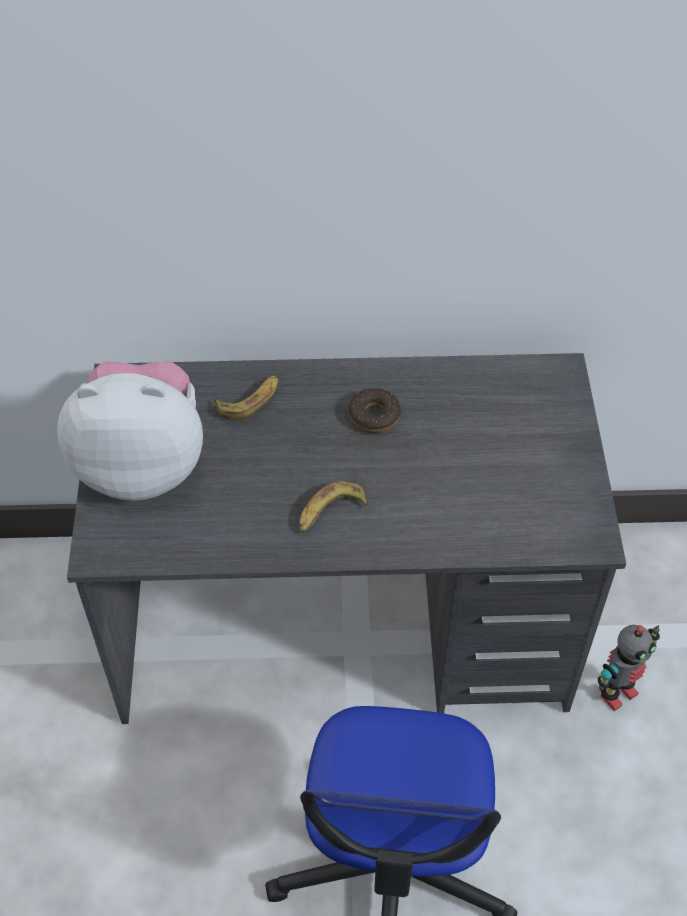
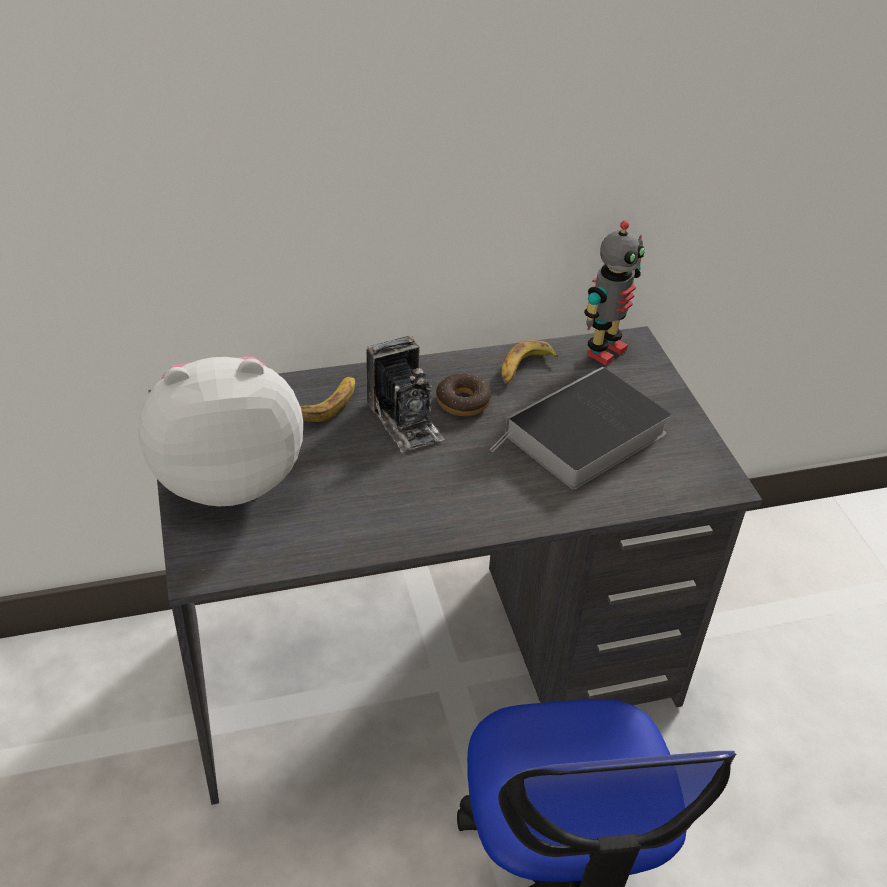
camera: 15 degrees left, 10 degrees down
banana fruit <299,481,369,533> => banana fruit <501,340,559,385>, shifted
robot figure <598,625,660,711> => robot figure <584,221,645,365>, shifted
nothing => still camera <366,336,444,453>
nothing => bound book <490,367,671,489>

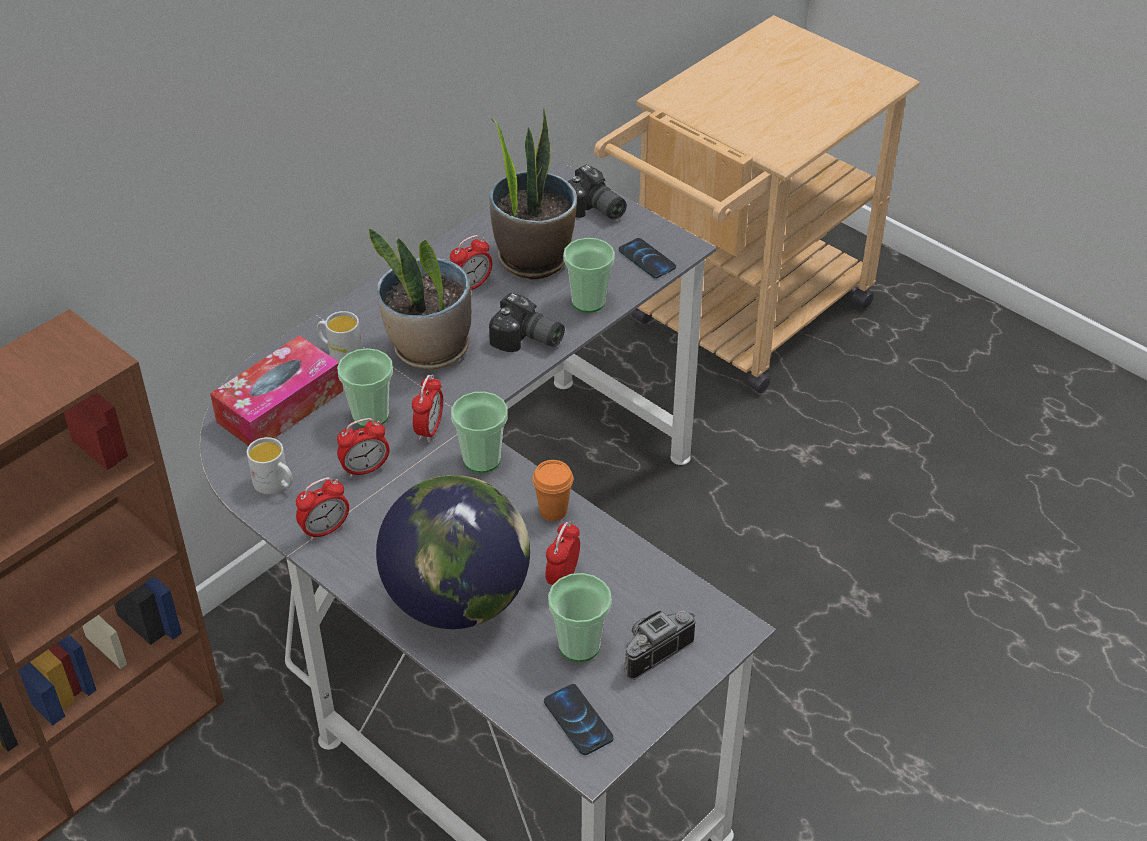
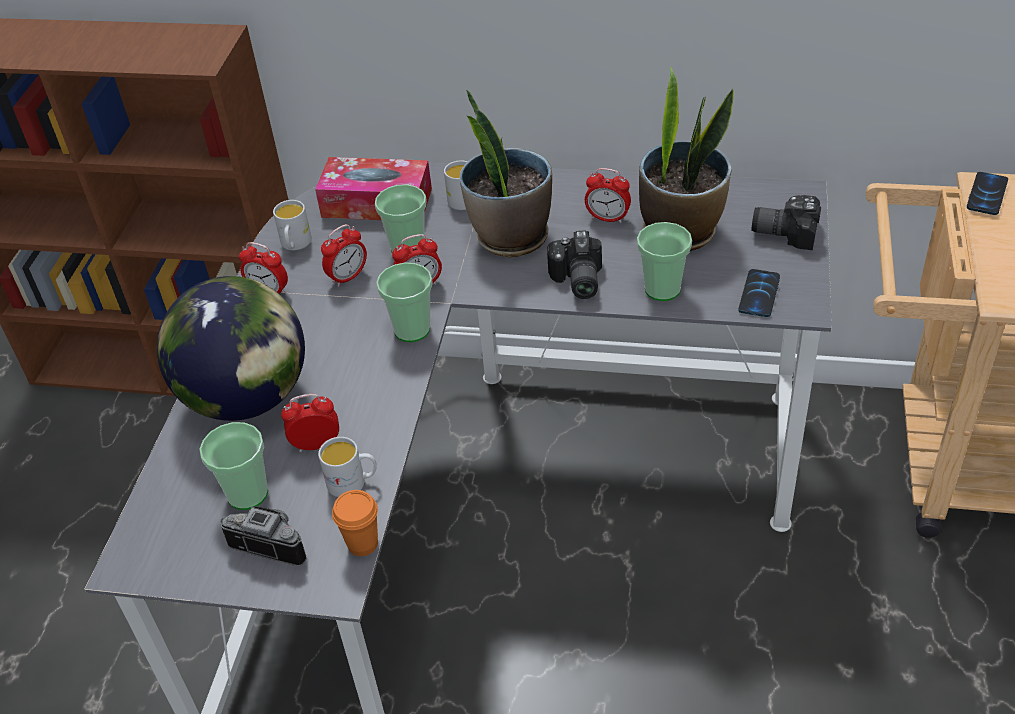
camera: 60 degrees right, 0 degrees up
alarm clock <337,418,390,478> => alarm clock <321,224,367,287>, 75 degrees counterclockwise
orange cup <532,460,573,521> => orange cup <332,490,378,556>, shifted
handset <544,684,614,755> => handset <967,172,1008,215>, shifted
still camera <567,165,627,220> => still camera <751,195,821,250>, 90 degrees clockwise
nothing => white coffee mug <318,437,377,497>

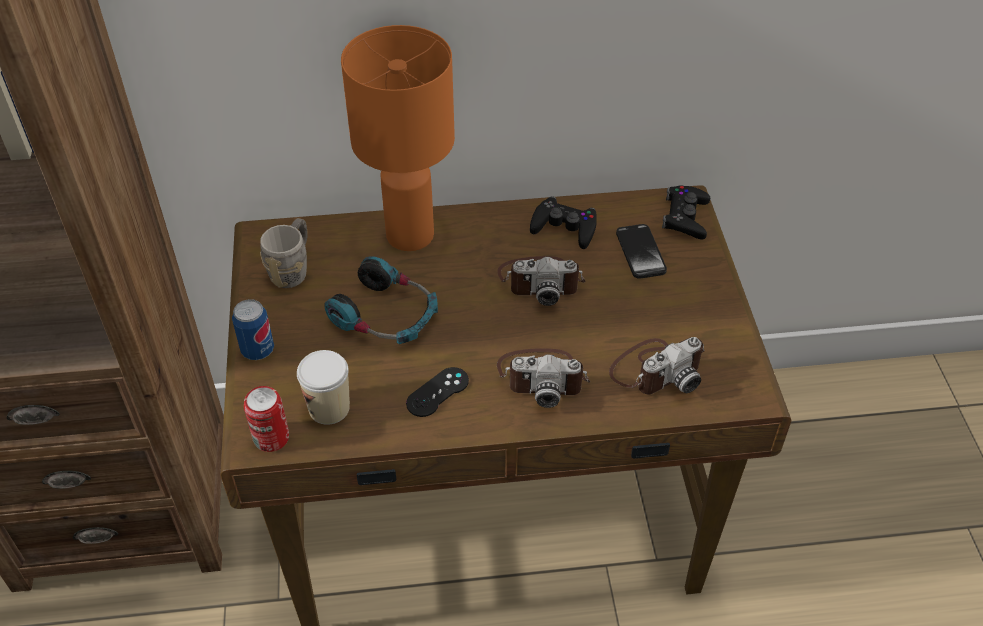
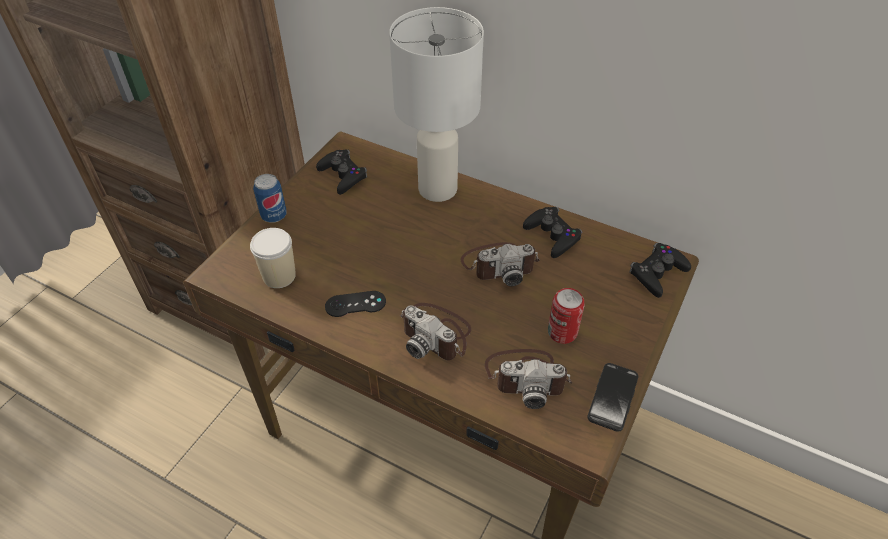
camera: 35 degrees right, 0 degrees up
sealed can <244,386,289,452> => sealed can <548,288,585,344>, shifted
grey coffee mug <260,218,308,288> => blackish joypad <316,149,367,195>
headset <324,256,438,344> => nothing
orange tabletop lamp <341,25,455,251> => white tabletop lamp <389,7,484,202>
still camera <497,256,585,306> => still camera <461,242,540,286>, 45 degrees counterclockwise
handset <616,224,667,279> => handset <587,363,638,432>, shifted

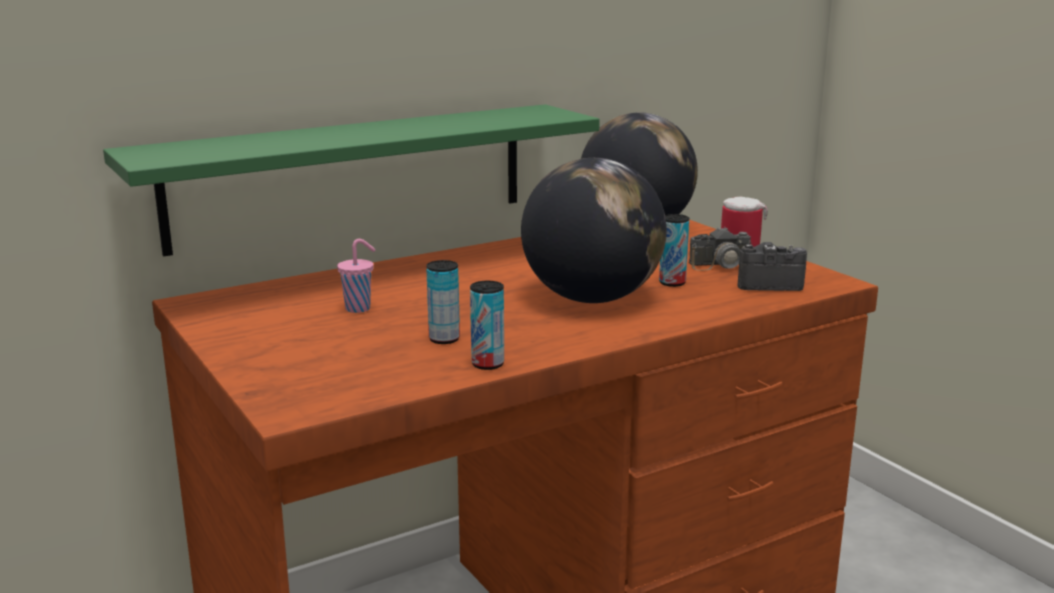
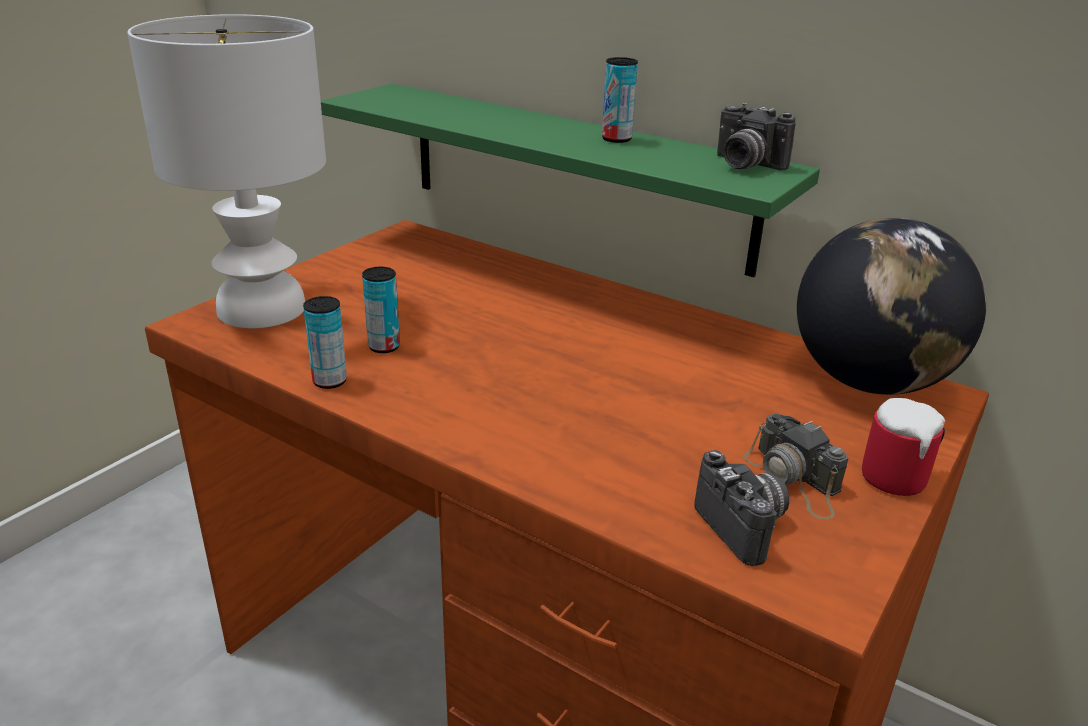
camera: 65 degrees right, 10 degrees up
pinkish cup <337,239,375,313> => nothing
globe <521,158,667,303> => nothing
sealed can <659,214,689,287> => sealed can <602,57,638,143>, shifted
nothing => white tabletop lamp <127,14,326,328>
nothing => still camera <717,103,796,171>

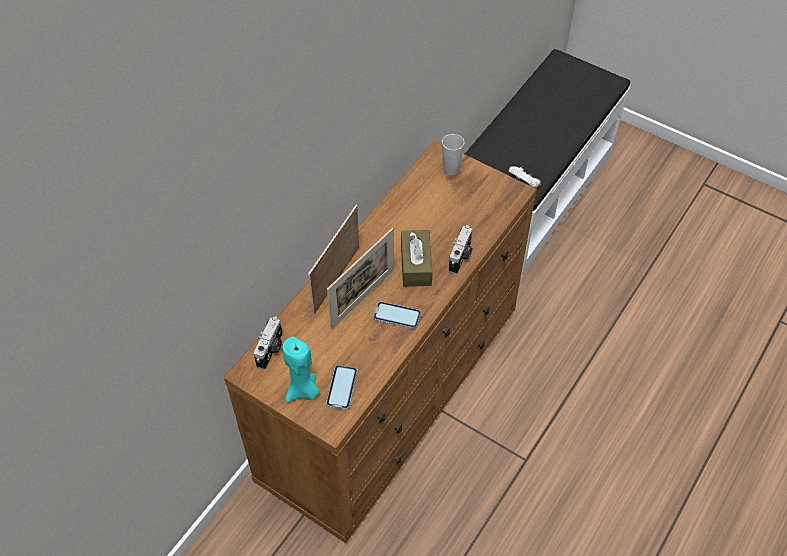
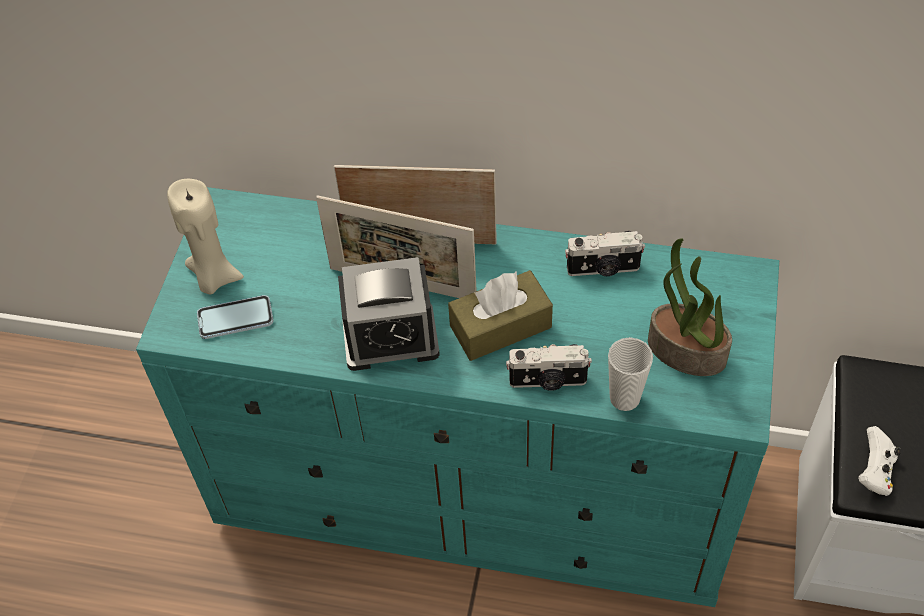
camera: 70 degrees right, 0 degrees up
brown-coloured chest of drawers <224,140,537,543> => blue-green chest of drawers <136,187,779,607>
still camera <254,317,283,370> => still camera <565,231,645,276>, shifted
blue-green wax light <282,337,319,402> => beige wax light <167,179,244,294>
handset <373,301,421,329> => alarm clock <338,257,440,371>
cup <442,134,465,176> => cup <608,337,653,411>, shifted
nothing => potted plant <648,239,732,376>

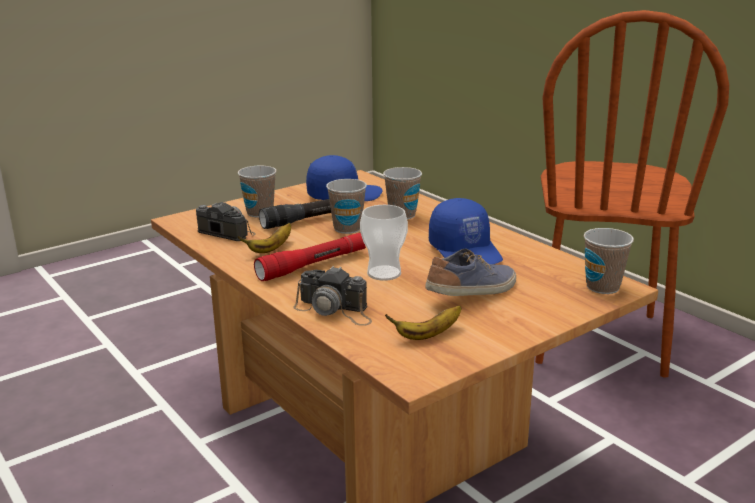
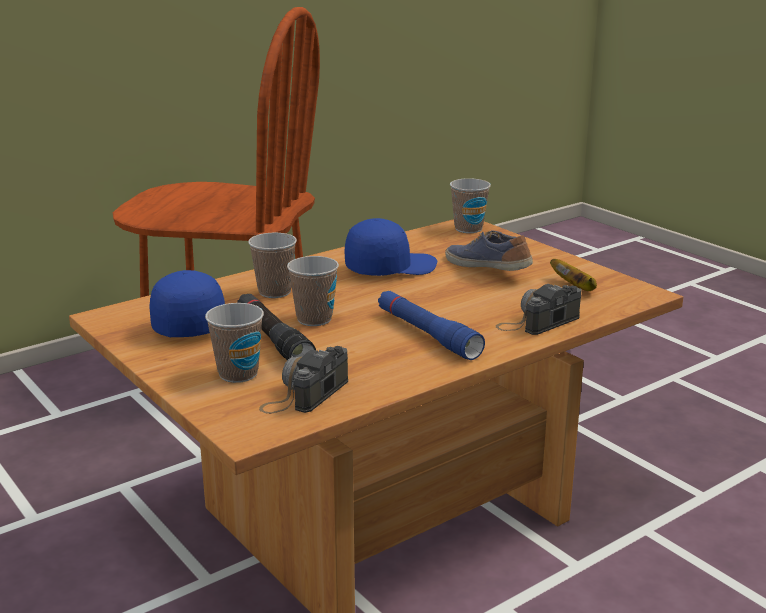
camera: 90 degrees left, 0 degrees up
banana fruit <238,223,291,253> => nothing
red hand torch <254,233,366,281> => bluish hand torch <378,291,485,360>
still camera <293,266,372,326> => still camera <496,284,582,335>, 150 degrees counterclockwise
cup <360,205,408,281> => nothing

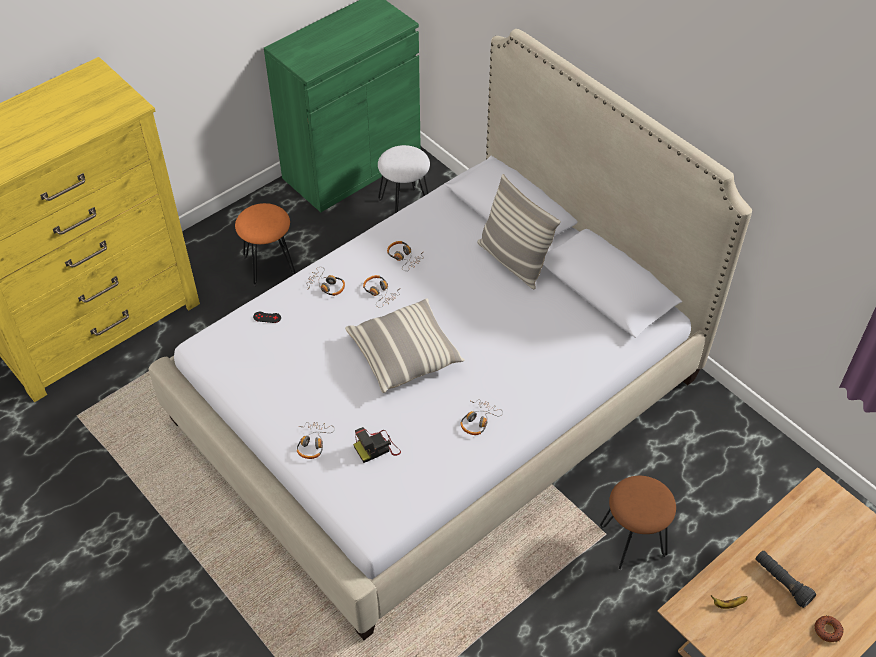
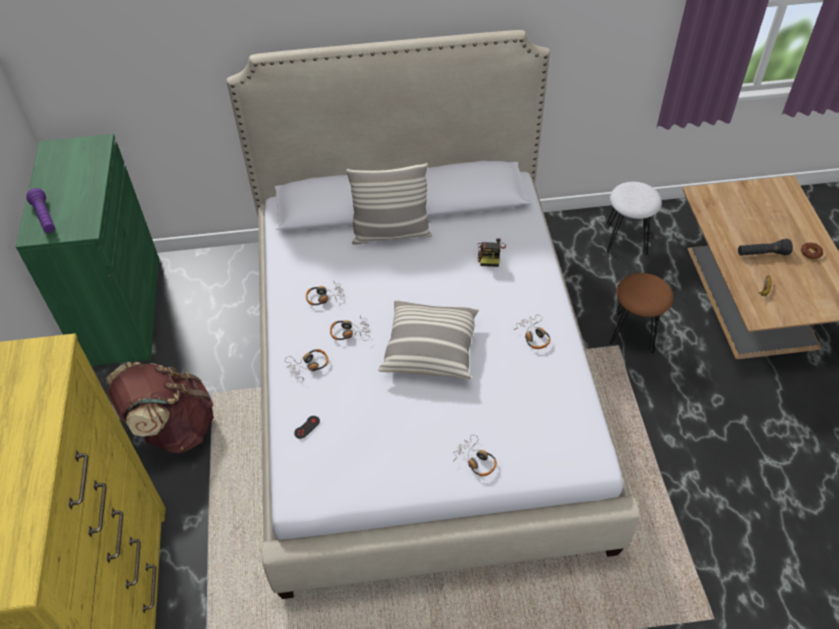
camera: 55 degrees left, 0 degrees up
orange sitting stool <235,203,295,286> => brown-coloured rucksack <106,362,214,454>
still camera <353,427,401,463> => still camera <478,238,506,267>, shifted
white sitting stool <378,145,430,213> => white sitting stool <606,182,662,257>, shifted
nothing => purple-coloured hand torch <26,188,55,233>

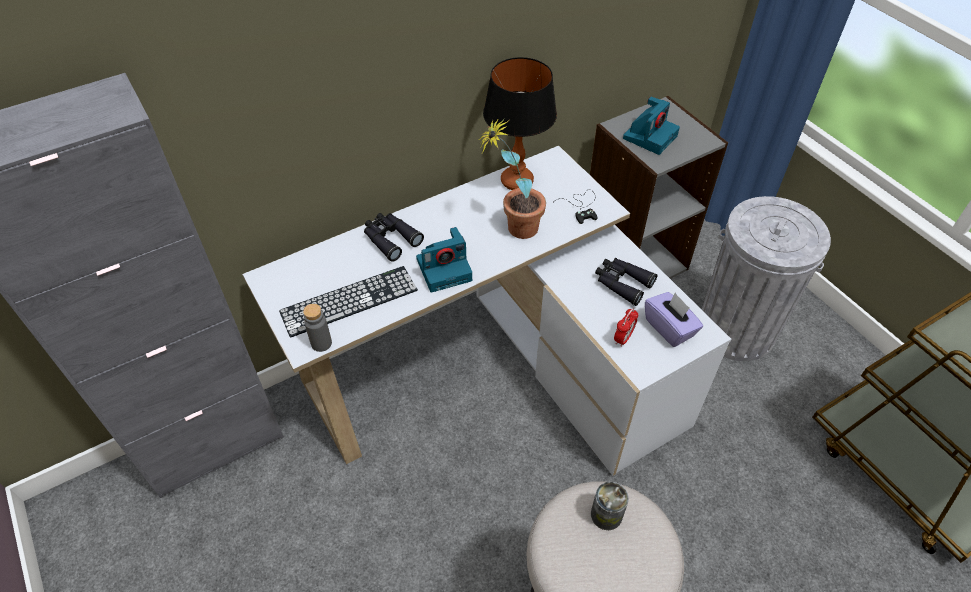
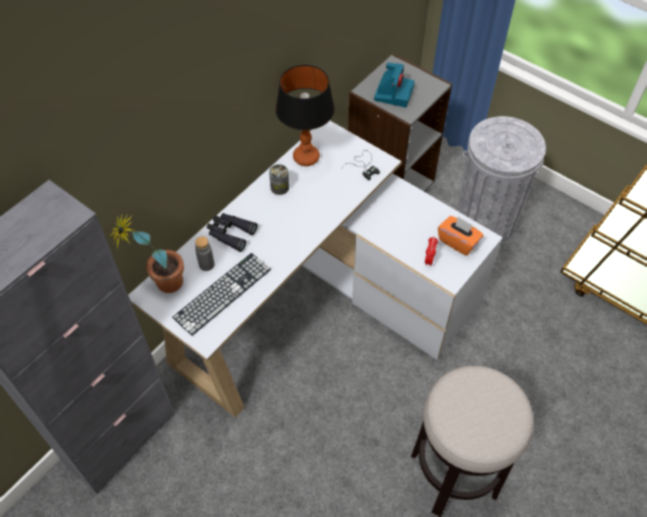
camera: 20 degrees left, 5 degrees up
grey drink bottle <303,304,332,352> => grey drink bottle <195,236,214,271>, shifted
still camera <416,227,472,293> => nothing
potted plant <479,119,546,239> => potted plant <110,215,184,293>, shifted
sealed can <591,482,629,530> => sealed can <269,164,289,195>, shifted
blackish binoculars <595,258,658,306> => nothing
purple-coloured tissue box <645,292,703,347> => orange tissue box <438,216,483,256>

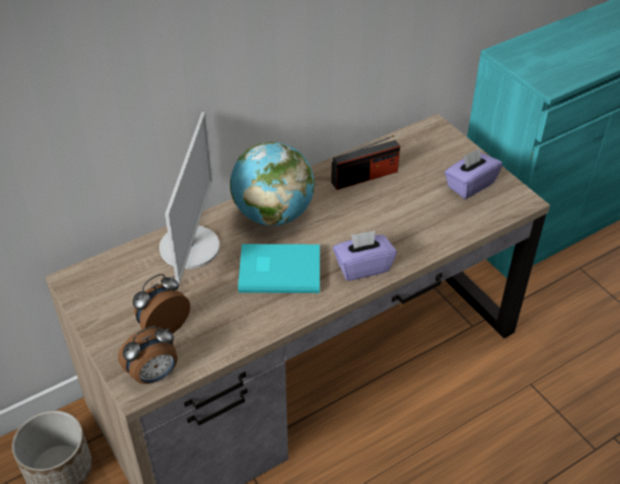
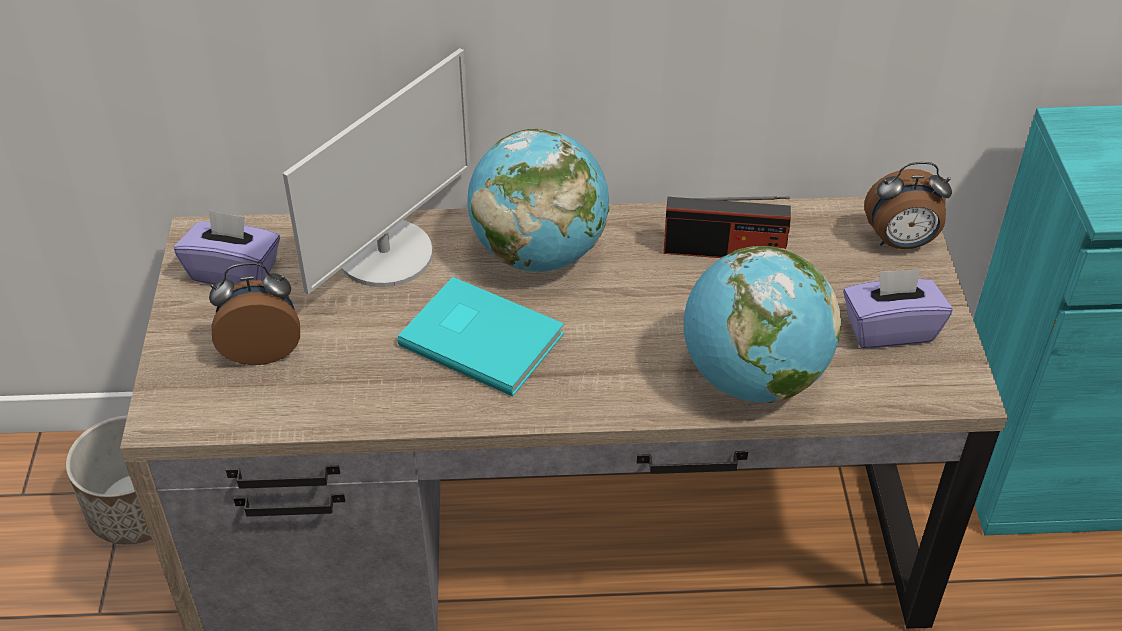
camera: 30 degrees right, 0 degrees up
alarm clock <118,326,177,384> => alarm clock <864,162,952,249>, shifted
purple-coloured tissue box <333,230,397,281> => purple-coloured tissue box <174,210,280,285>, shifted
nothing => globe <683,246,841,403>

